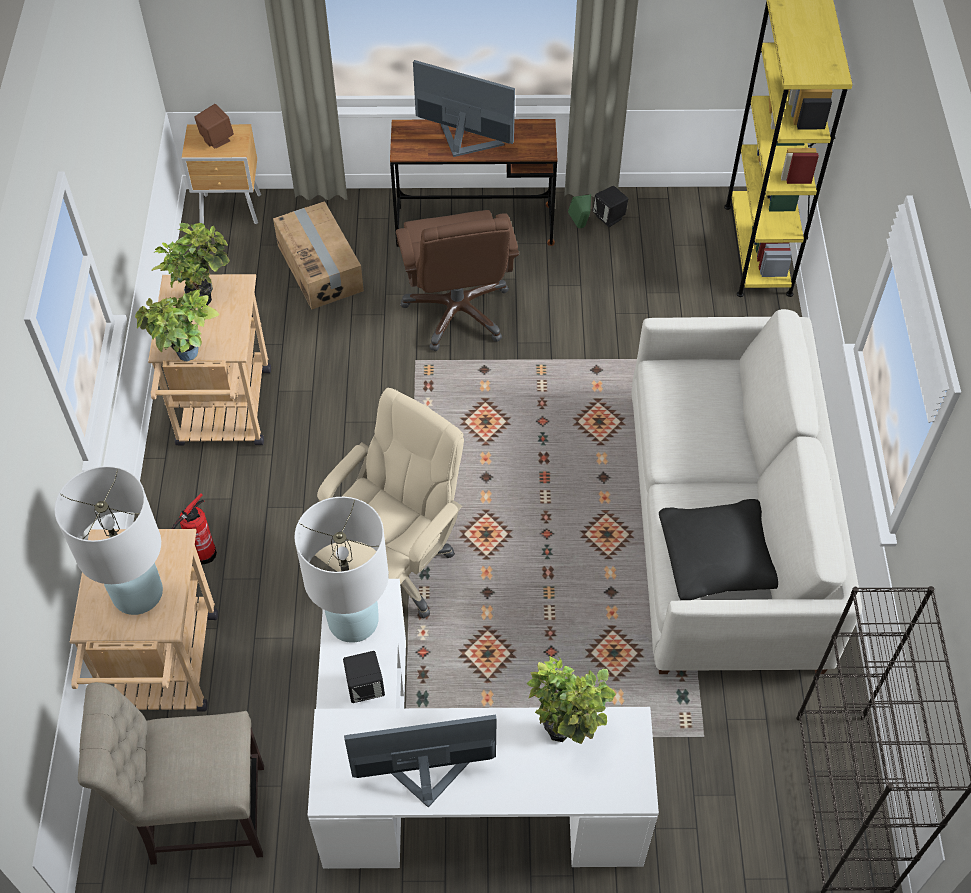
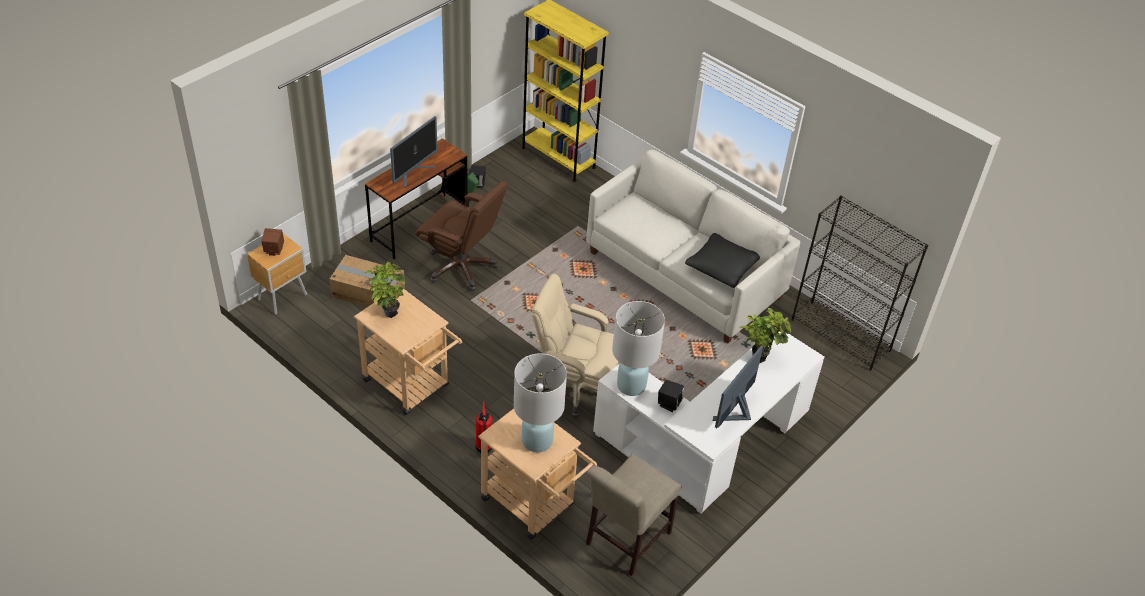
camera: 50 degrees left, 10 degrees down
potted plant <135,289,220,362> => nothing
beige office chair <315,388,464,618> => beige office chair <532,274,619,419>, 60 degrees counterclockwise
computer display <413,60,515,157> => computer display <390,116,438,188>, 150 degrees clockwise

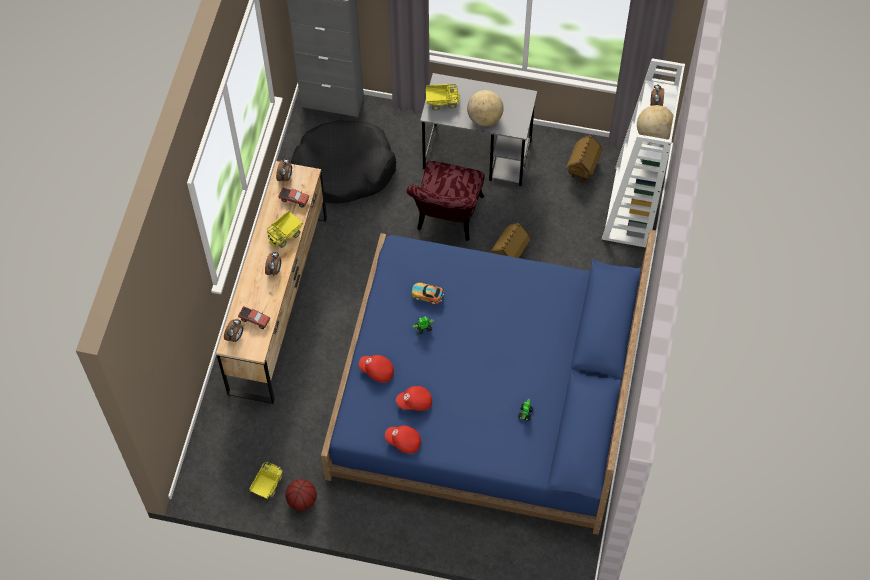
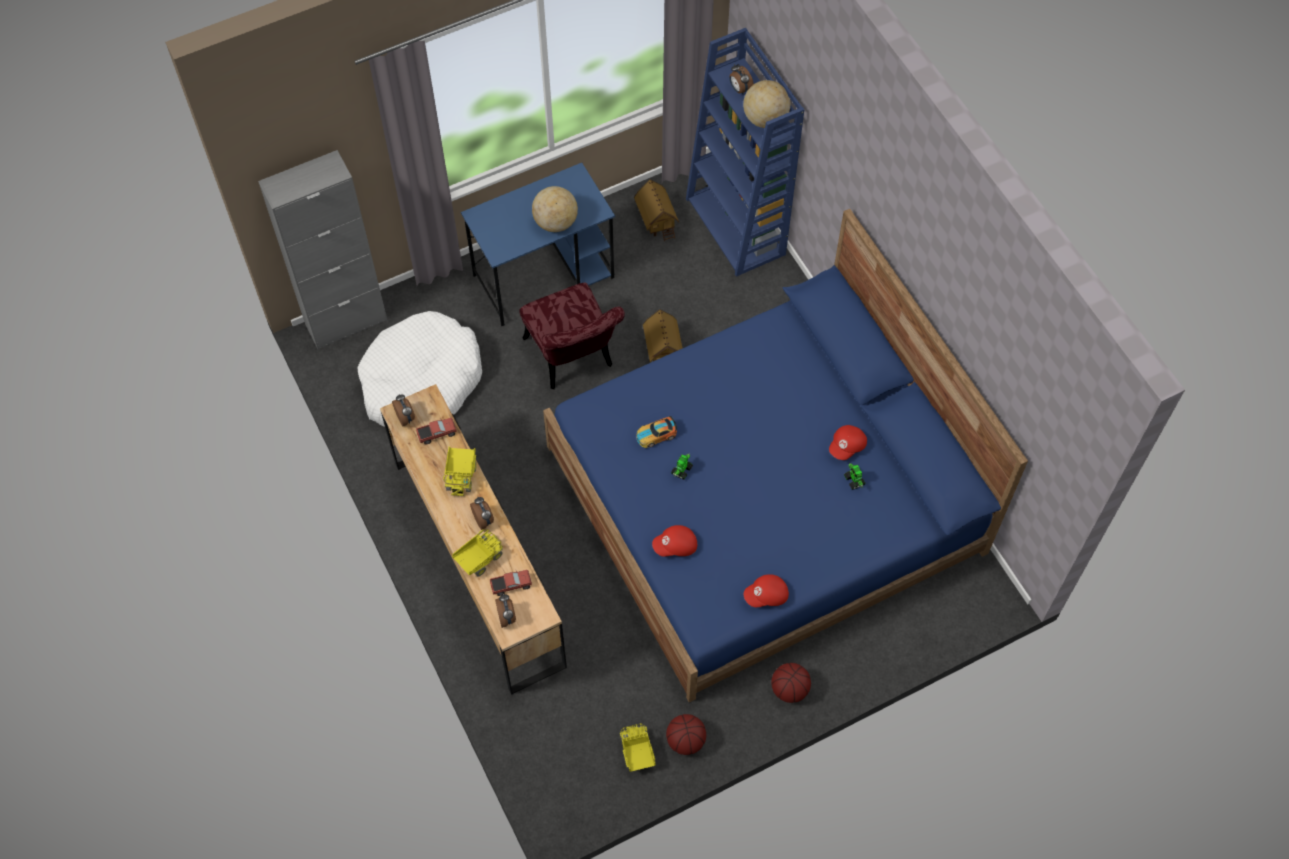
camera: 40 degrees left, 0 degrees up
blackish dog cushion <290,120,396,204> => white dog cushion <357,311,482,427>
red peaked cap <396,386,432,411> => red peaked cap <829,425,867,460>, shifted
grey desk unit <420,73,537,186> => bluish desk unit <461,163,615,326>
toy lorry <426,84,460,111> => toy lorry <452,529,503,577>, shifted
white bookshelf <602,58,685,247> => bluish bookshelf <686,28,805,277>
nothing => basketball ball <771,663,811,703>

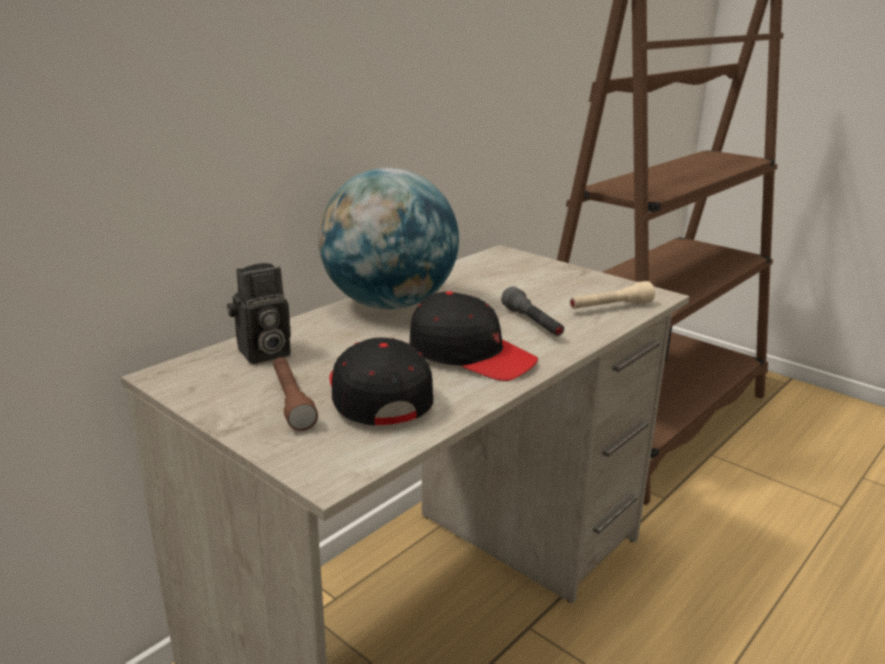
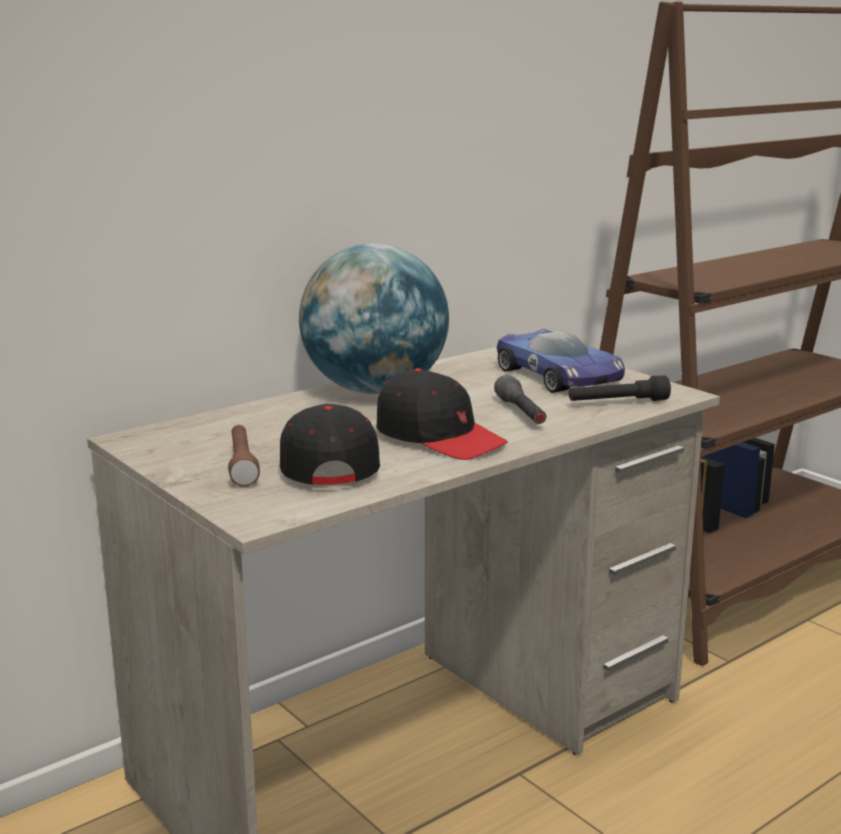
camera: 10 degrees right, 5 degrees down
still camera <227,263,291,364> => nothing
beige hand torch <570,281,655,309> => blackish hand torch <569,376,671,401>
nothing => model car <497,329,625,393>

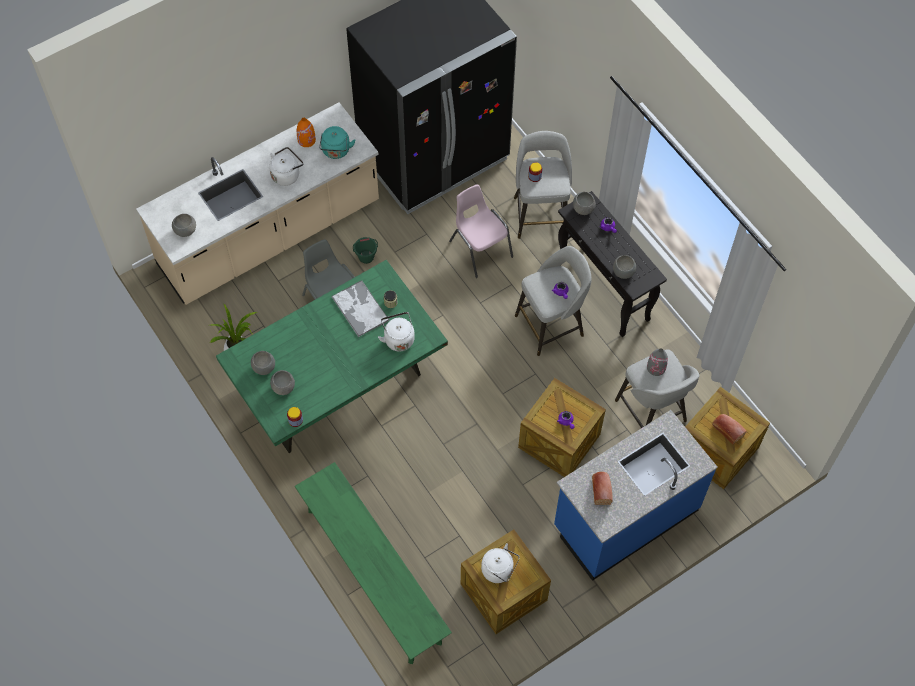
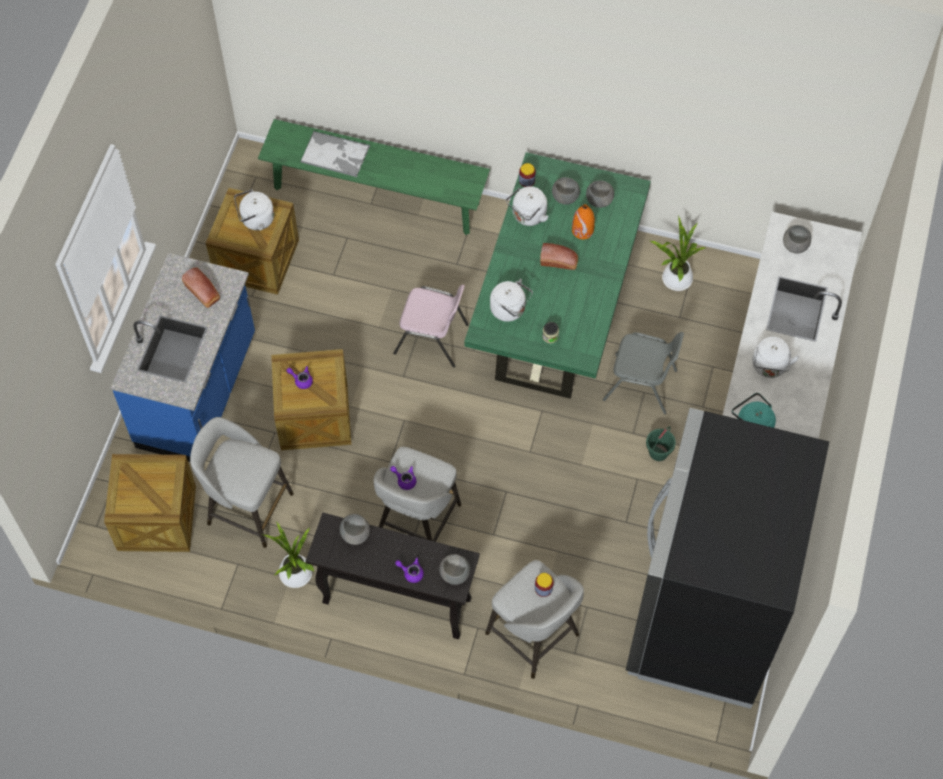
camera: 140 degrees right, 0 degrees up
orange decorative vase <297,118,316,147> => orange decorative vase <572,204,595,239>, shifted
tray <332,280,390,337> => tray <300,131,370,177>, shifted
pinkish chair <449,184,513,278> => pinkish chair <393,285,469,367>, shifted
grey decorative vase <647,348,668,376> => nothing
bread <712,414,747,444> => bread <540,243,578,270>, shifted
nothing => potted plant <264,521,314,588>
nothing => white water kettle <506,186,549,226>

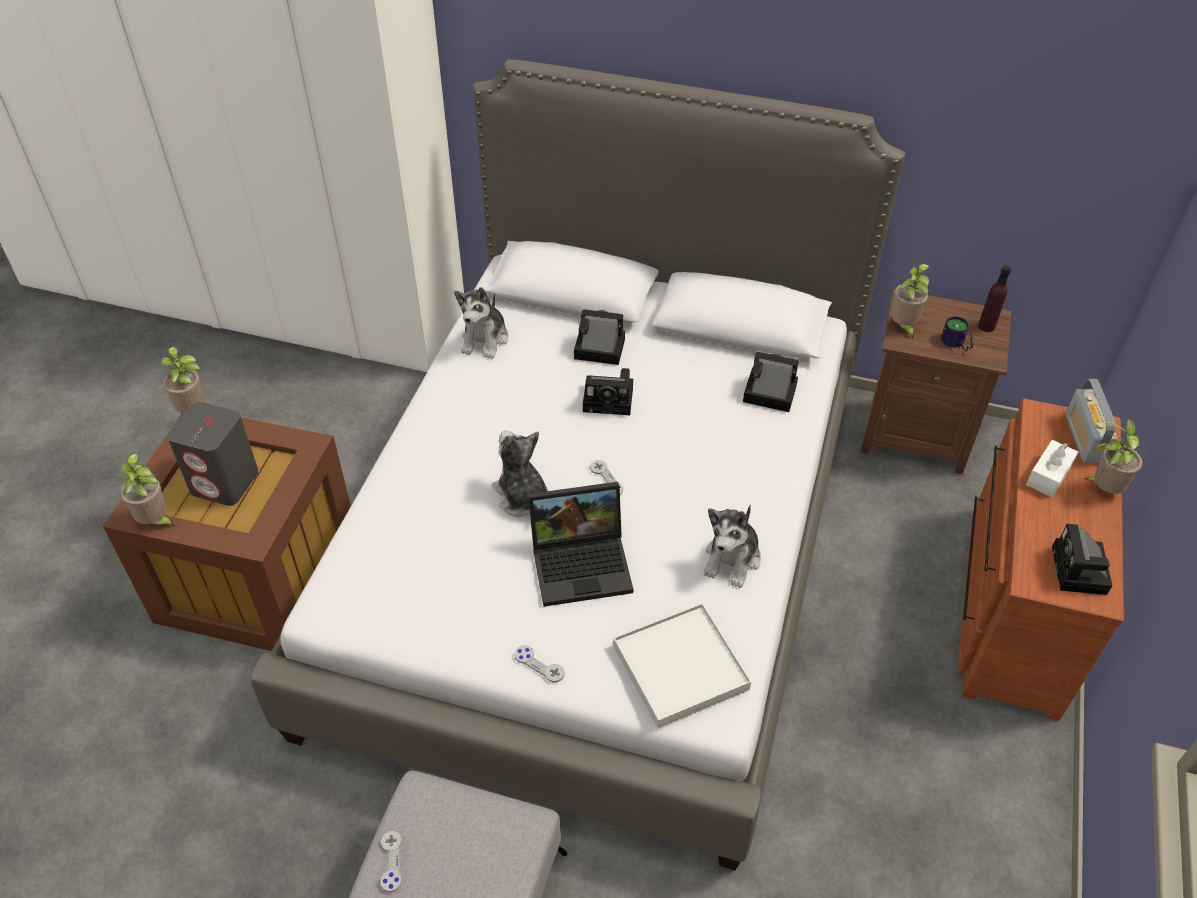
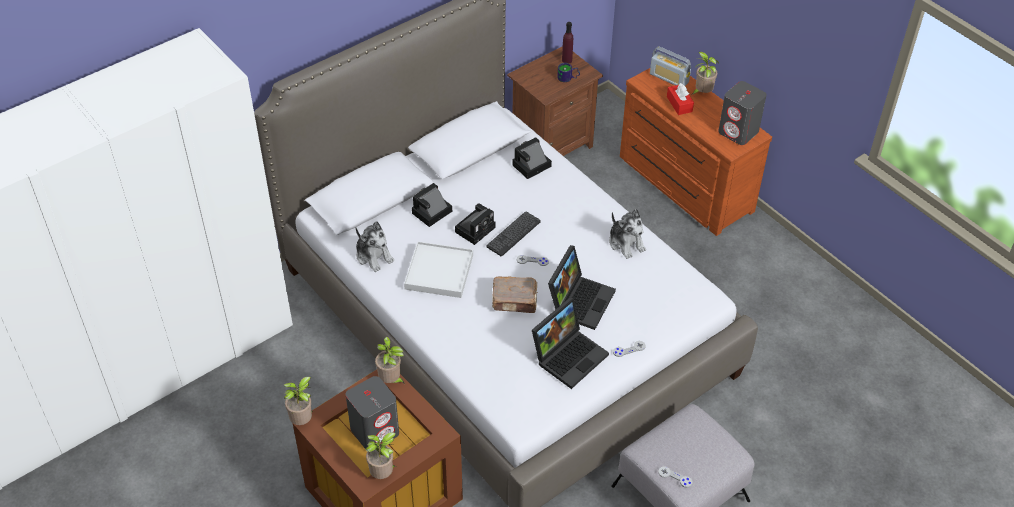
camera: 55 degrees left, 0 degrees up
plush toy <492,431,548,517> => brown-coloured bound book <492,276,538,313>
white tray <613,603,751,728> => white tray <404,242,473,298>, shifted
potted plant <891,264,929,339> => potted plant <375,337,405,384>, shifted
white tissue box <1026,440,1078,497> => red tissue box <667,83,694,115>
still camera <1052,524,1112,595> => grey speaker <718,81,767,145>
nothing => keyboard <487,211,541,256>
nothing => portable computer <532,297,609,389>

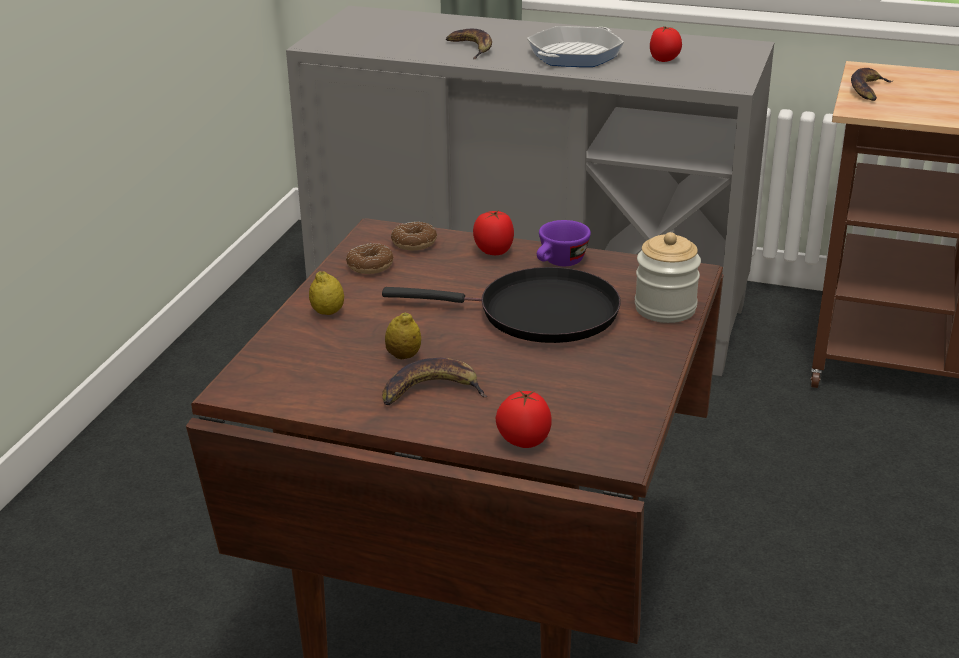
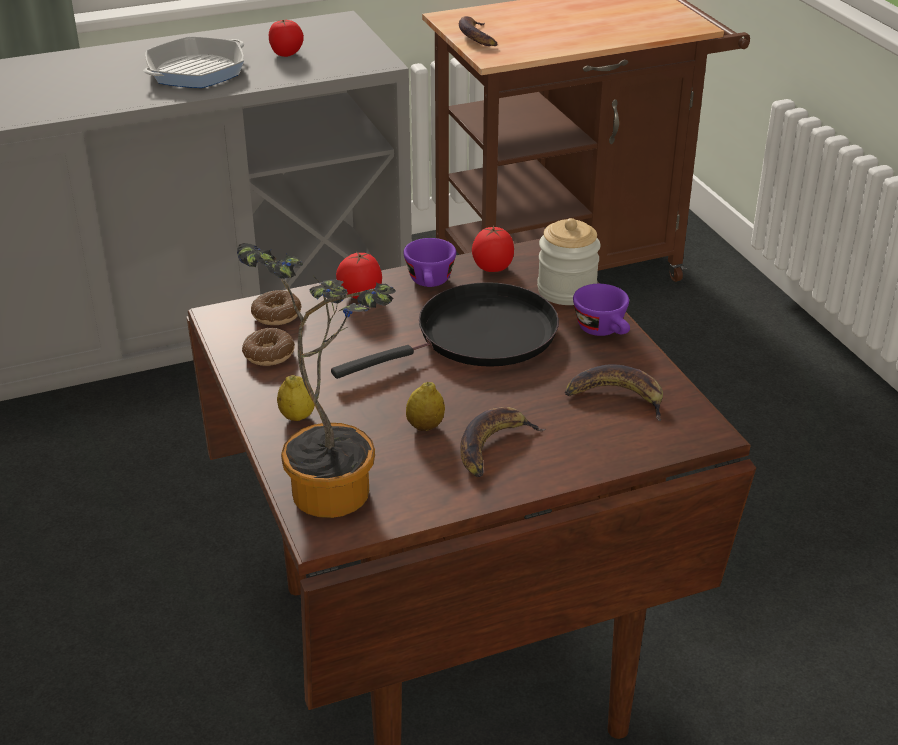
camera: 40 degrees left, 5 degrees up
banana fruit <446,29,492,59> => banana fruit <565,365,663,421>, shifted
fresh tomato <495,390,552,448> => fresh tomato <472,225,514,272>, shifted
skillet <527,26,624,67> => skillet <143,36,244,88>, 45 degrees clockwise
nothing => potted plant <237,243,396,518>
nothing => purple-coloured cup <573,284,630,336>

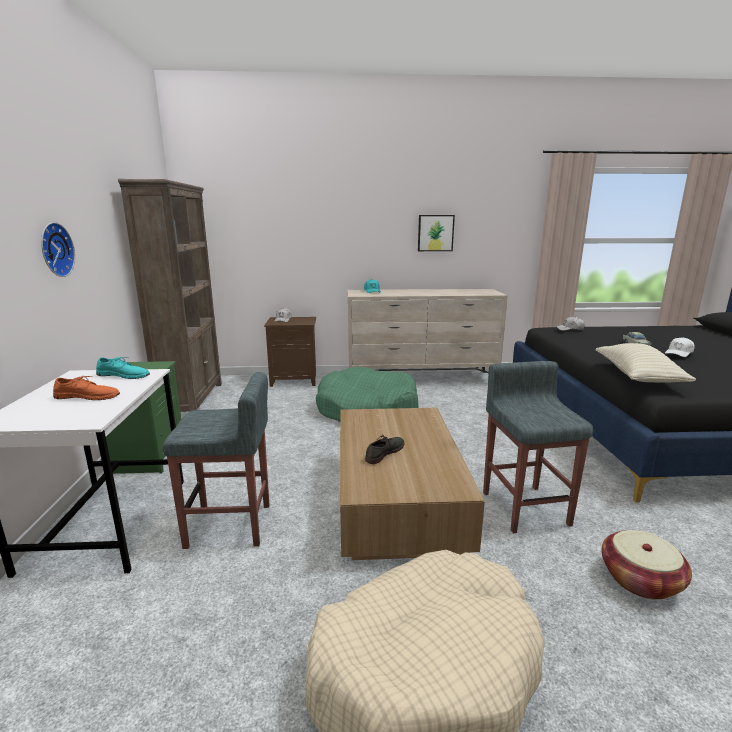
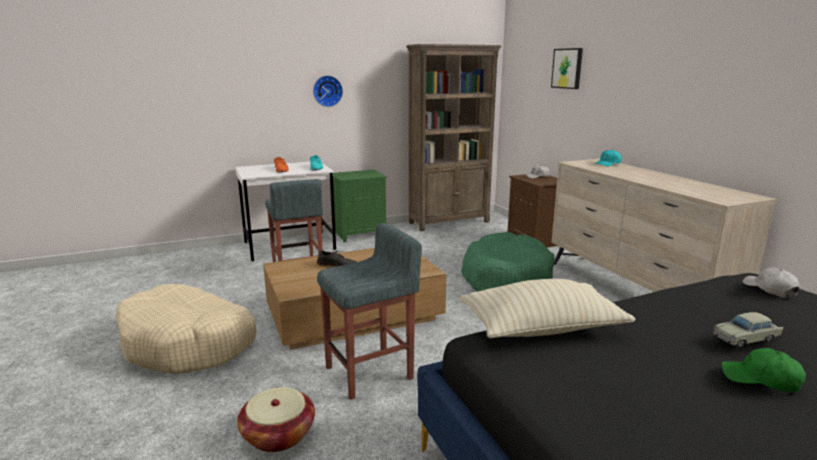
camera: 70 degrees right, 0 degrees up
picture <418,215,455,251> => picture <551,48,583,89>, shifted
white peaked cap <665,337,695,357> => green-coloured peaked cap <721,348,806,392>

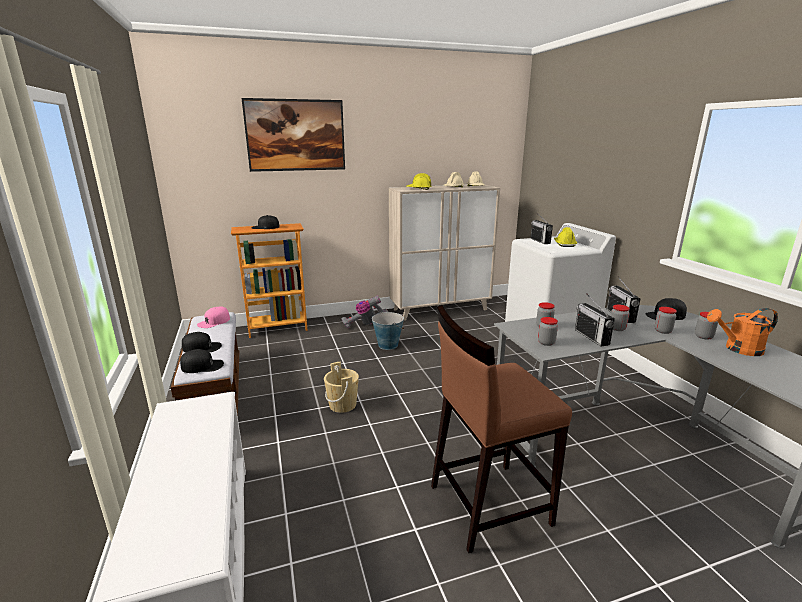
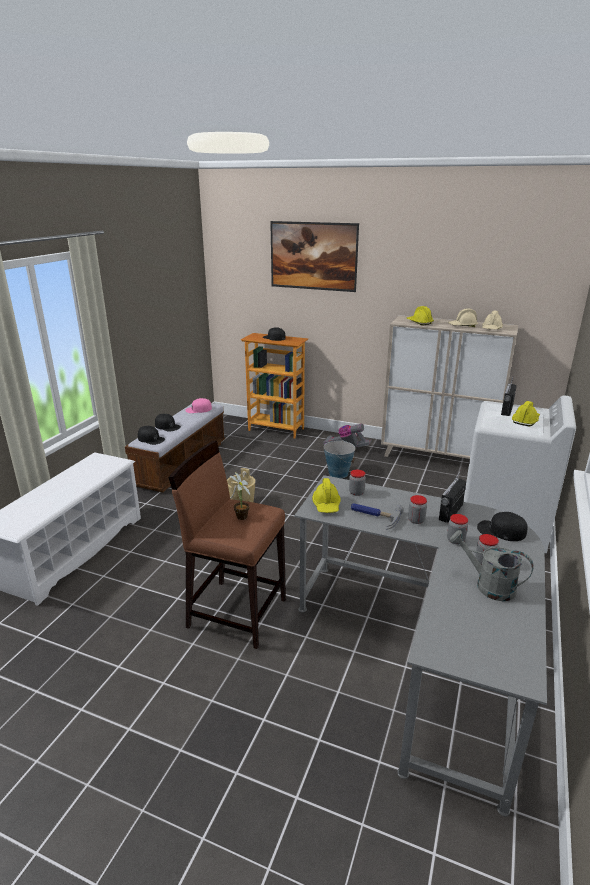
camera: 40 degrees right, 5 degrees up
storage jar <538,317,558,346> => yellow work helmet <312,478,341,513>
radio <575,293,615,346> => hammer <351,503,404,530>
orange watering pot <707,308,778,356> => grey watering pot <450,530,533,601>
nothing => potted plant <230,472,250,520>

